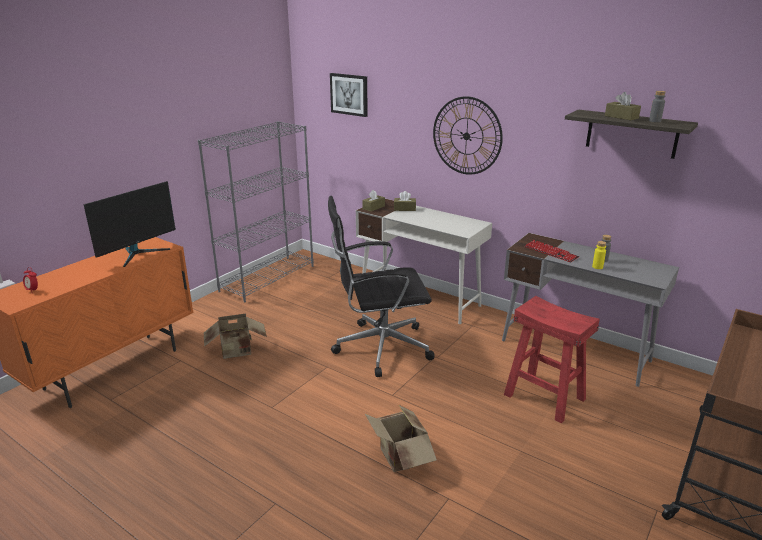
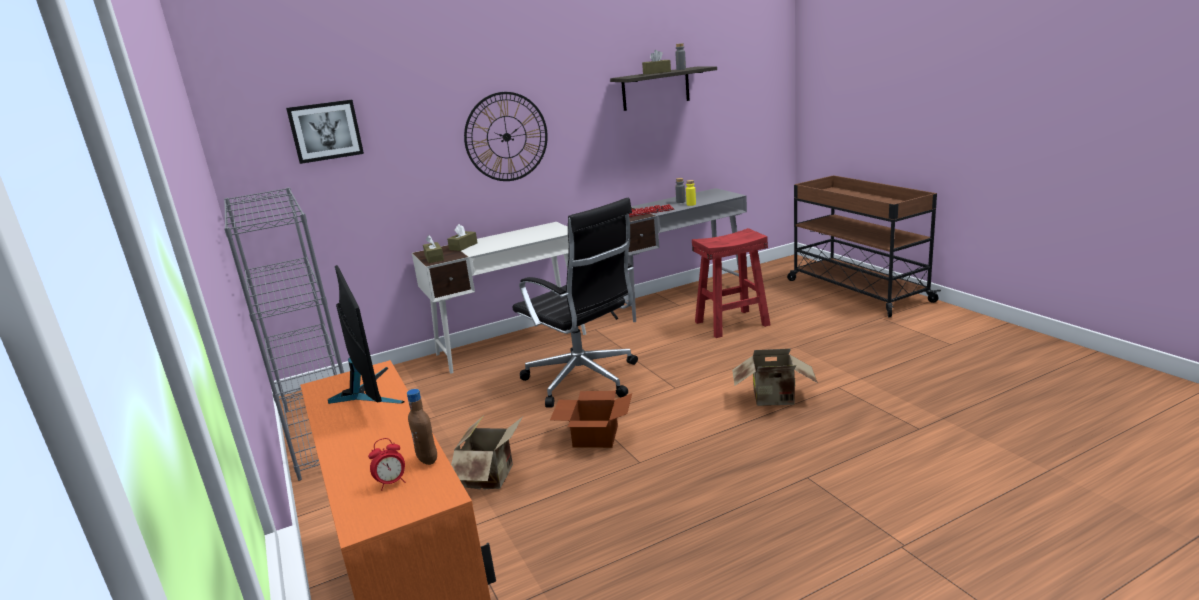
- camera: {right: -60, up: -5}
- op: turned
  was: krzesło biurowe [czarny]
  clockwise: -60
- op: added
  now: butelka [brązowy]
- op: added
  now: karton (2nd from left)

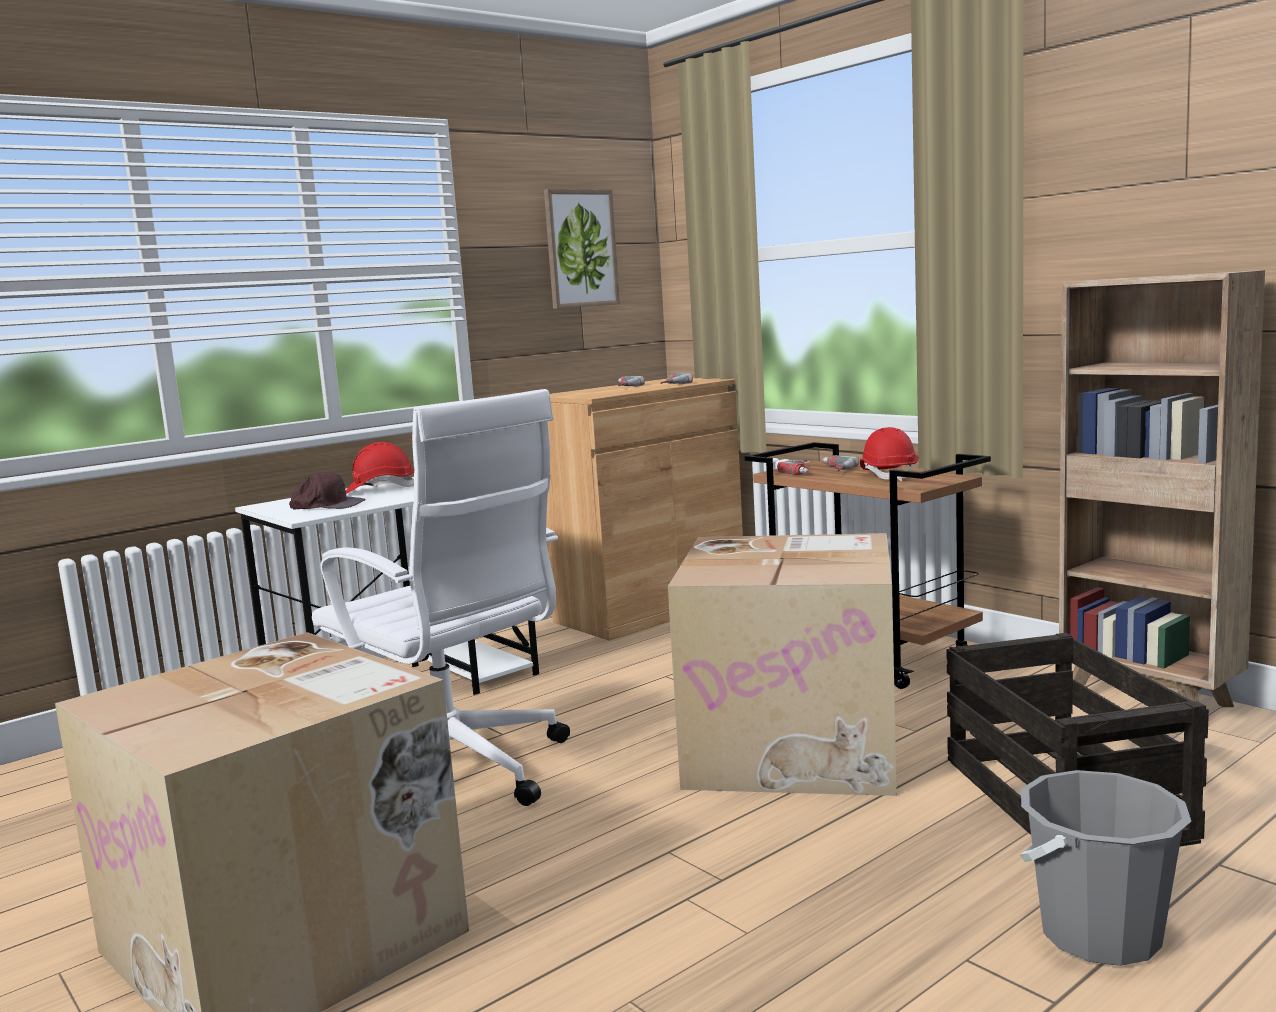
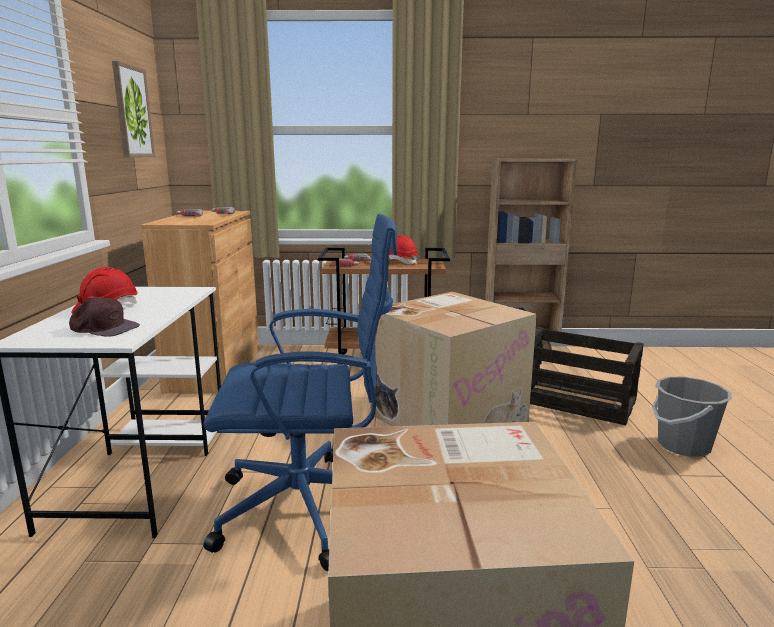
- camera: {right: -50, up: 5}
- op: recoloured
  was: krzesło biurowe [biały]
  now: krzesło biurowe [niebieski]
- op: turned
  was: czapka z daszkiem [brązowy]
  clockwise: 60

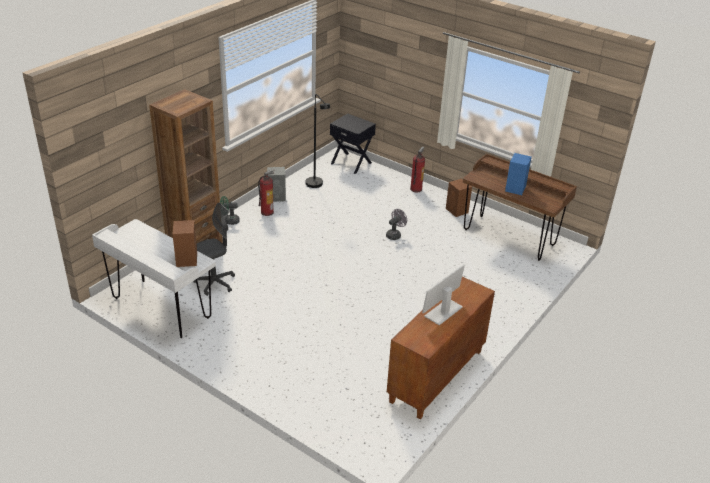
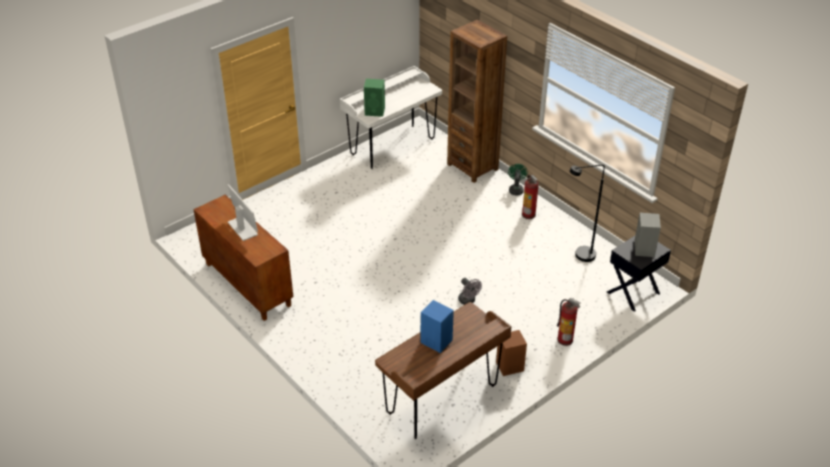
- camera: {right: 105, up: 5}
- op: moved
  was: głośnik [szary]
- op: removed
  was: krzesło biurowe [szary]
- op: recoloured
  was: głośnik [brązowy] (1st from left)
  now: głośnik [zielony]

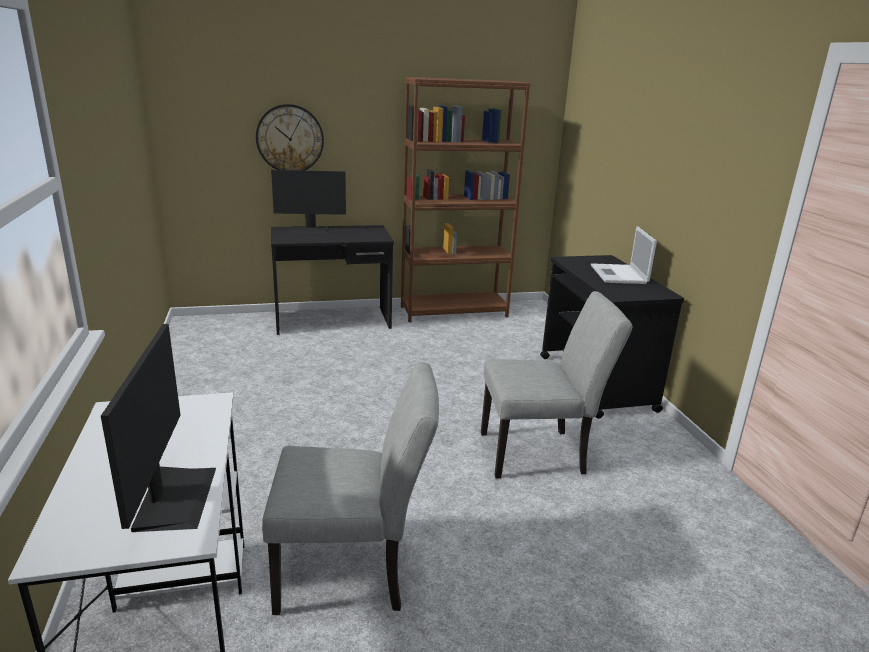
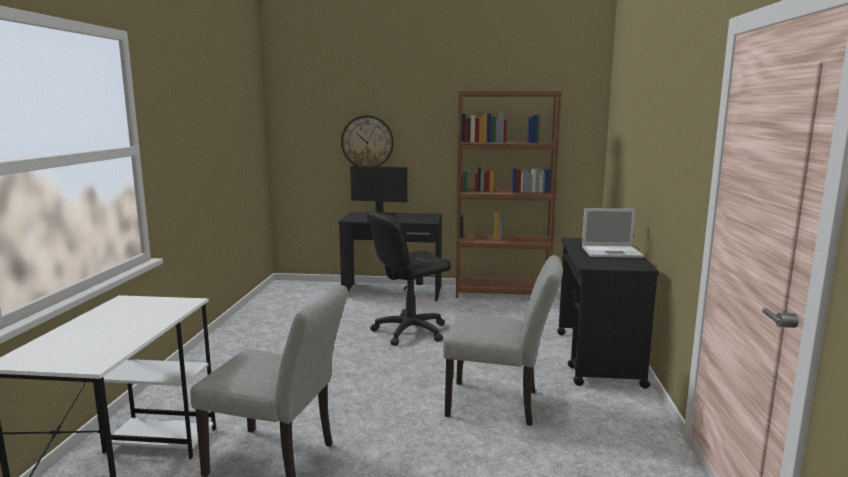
- camera: {right: 20, up: -10}
- op: turned
  was: laptop
  clockwise: -105
- op: removed
  was: monitor (1st from left)
- op: added
  now: krzesło biurowe [czarny]

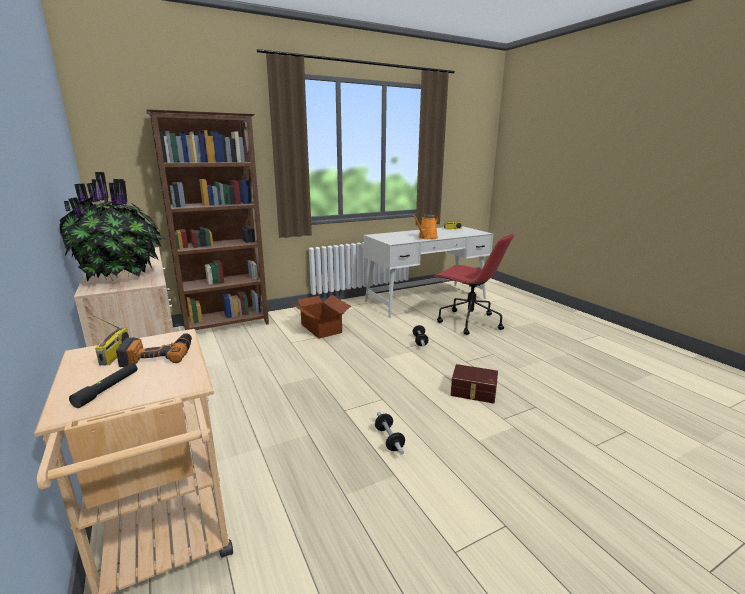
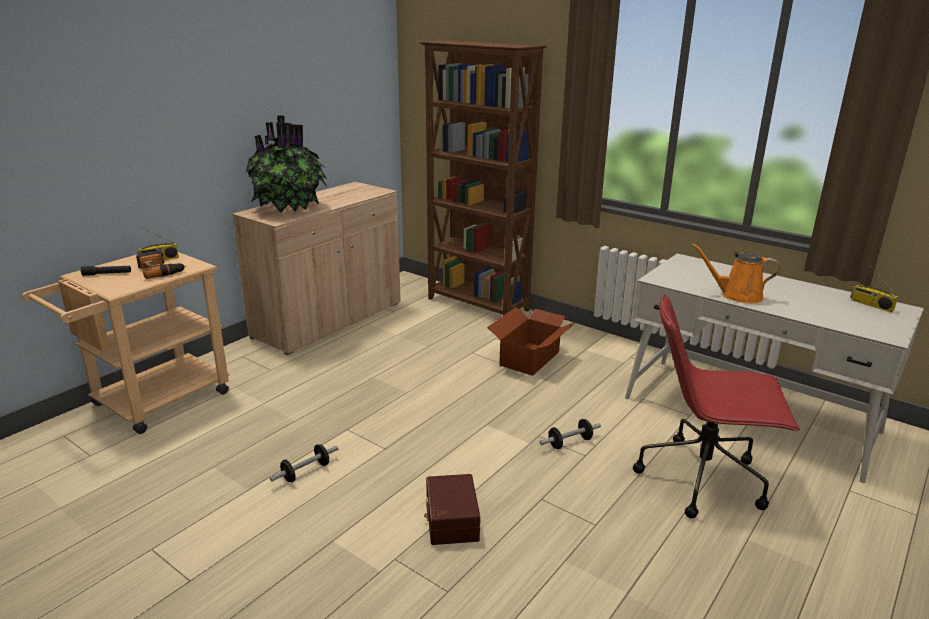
- camera: {right: 65, up: 5}
- op: turned
  was: krzesło biurowe [czerwony]
  clockwise: 90

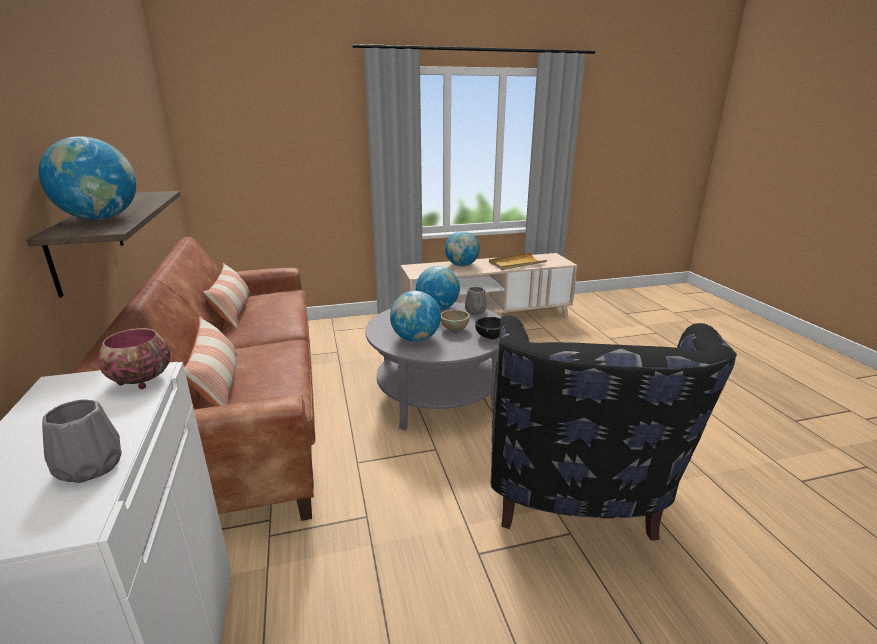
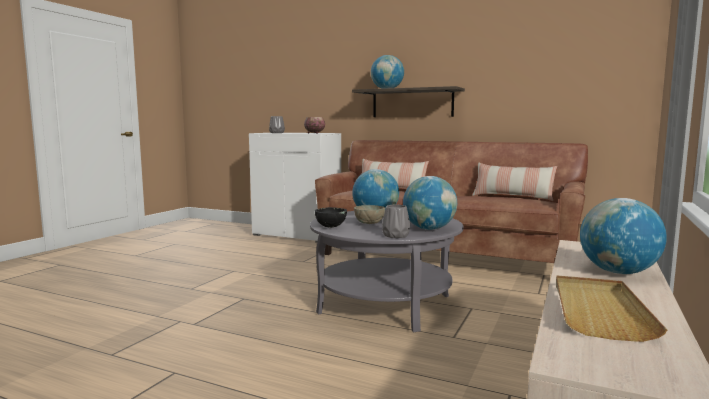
- camera: {right: 130, up: -15}
- op: removed
  was: fotel [czarny]

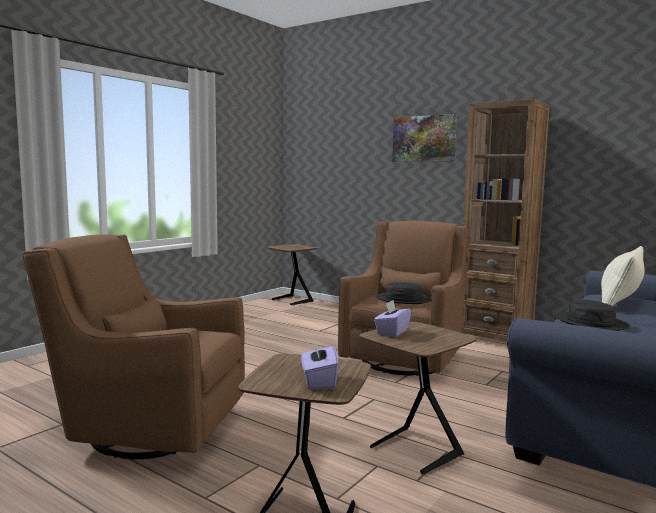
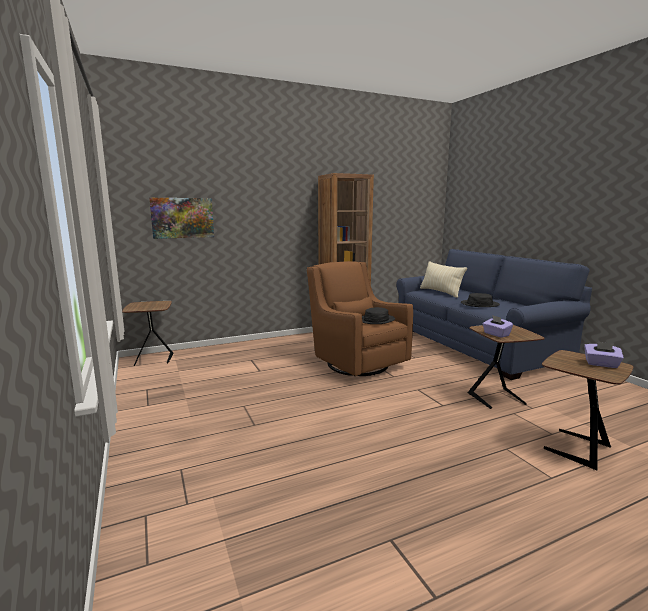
- camera: {right: -60, up: 5}
- op: moved
  was: obraz
- op: removed
  was: fotel [brązowy] (1st from left)

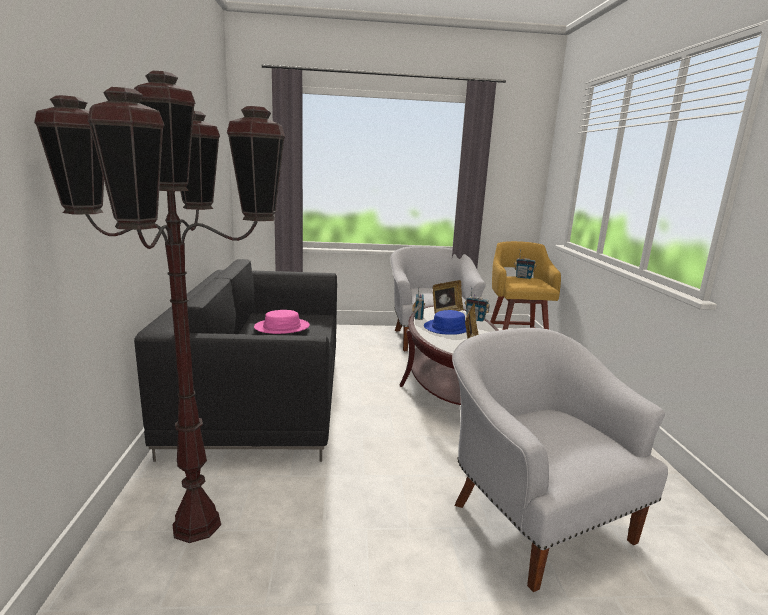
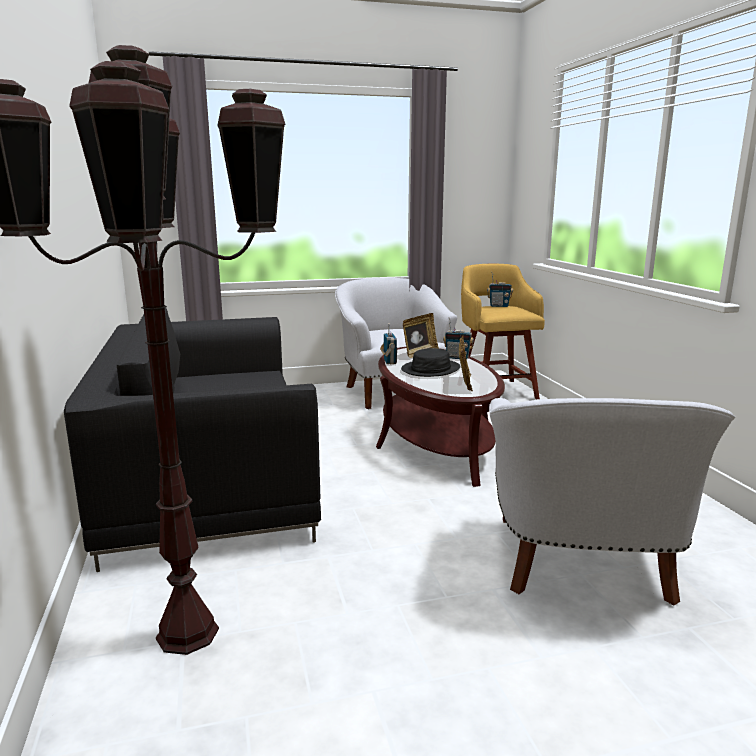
- camera: {right: -10, up: 0}
- op: removed
  was: kapelusz [różowy]
- op: recoloured
  was: kapelusz [niebieski]
  now: kapelusz [czarny]
- op: turned
  was: fotel [biały] (2nd from left)
  clockwise: -135

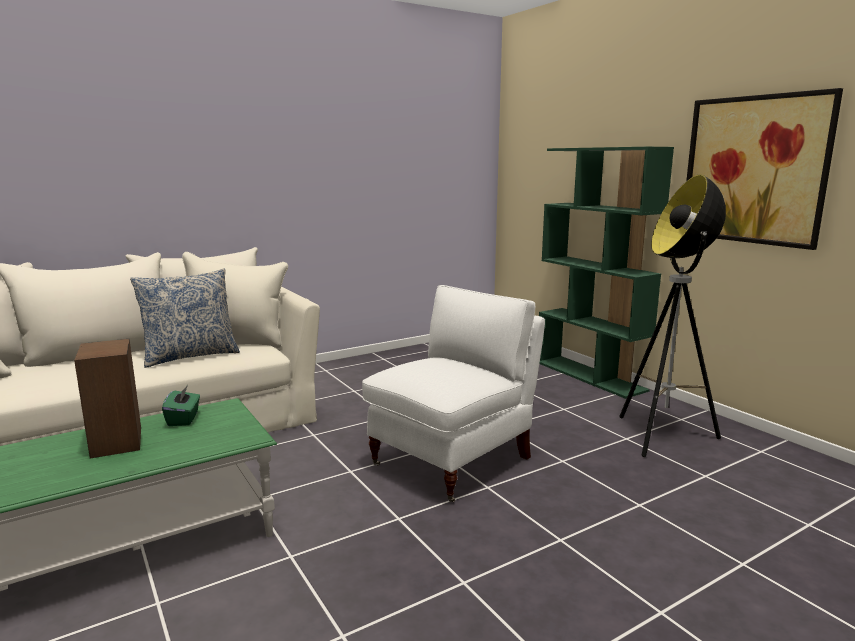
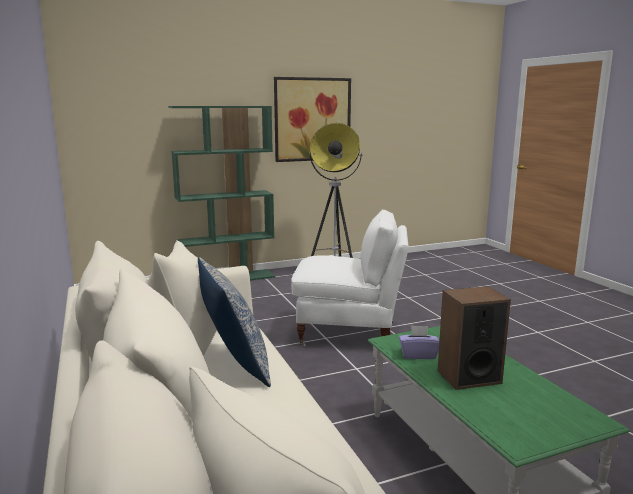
- camera: {right: -80, up: 0}
- op: turned
  was: fotel [biały]
  clockwise: 135
- op: recoloured
  was: pudełko chusteczek [zielony]
  now: pudełko chusteczek [fioletowy]

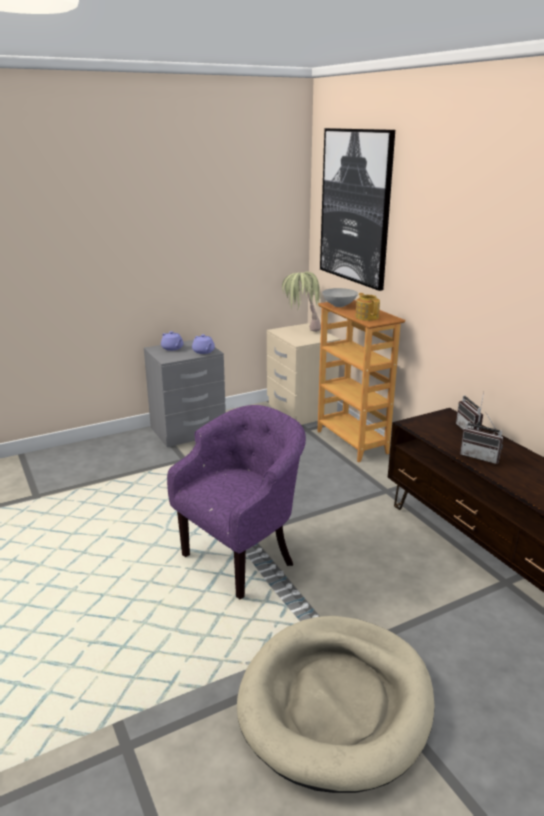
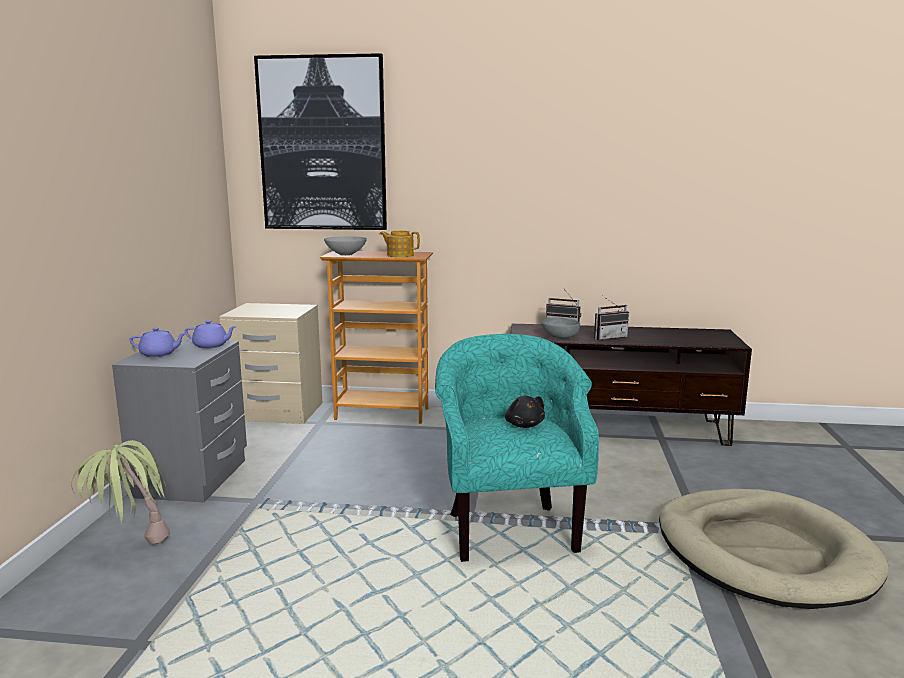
- camera: {right: -55, up: -10}
- op: moved
  was: roślina doniczkowa
- op: recoloured
  was: fotel [fioletowy]
  now: fotel [turkusowy]
- op: added
  now: miska [szary] (2nd from left)
- op: added
  now: pluszak [czarny]

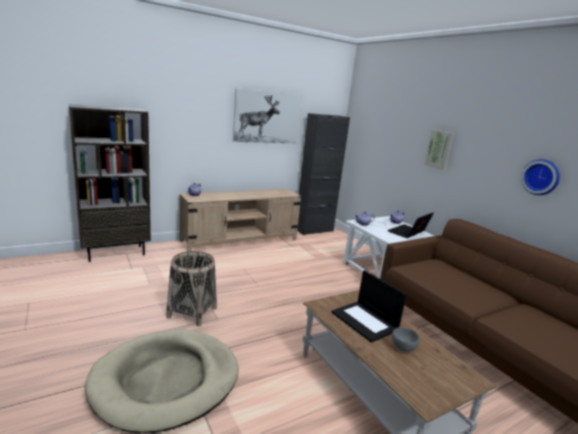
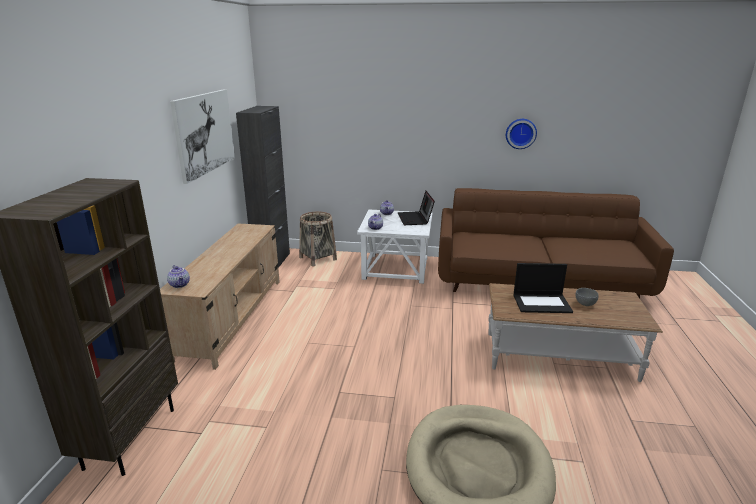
- camera: {right: -50, up: 5}
- op: removed
  was: obraz (2nd from left)
- op: moved
  was: koszyk

